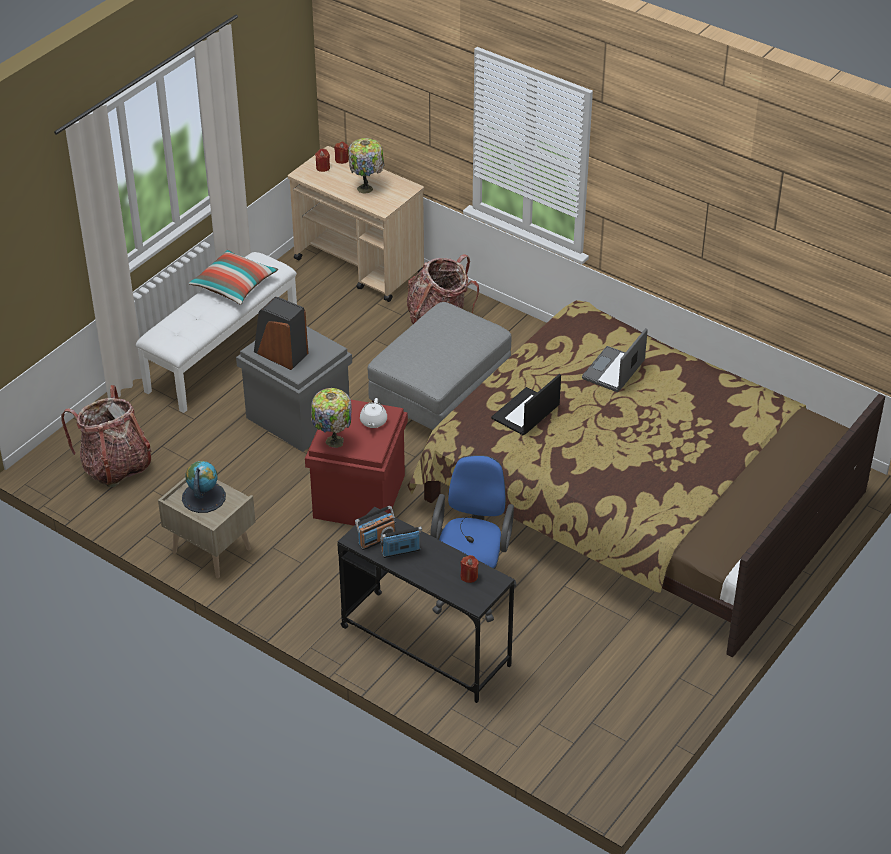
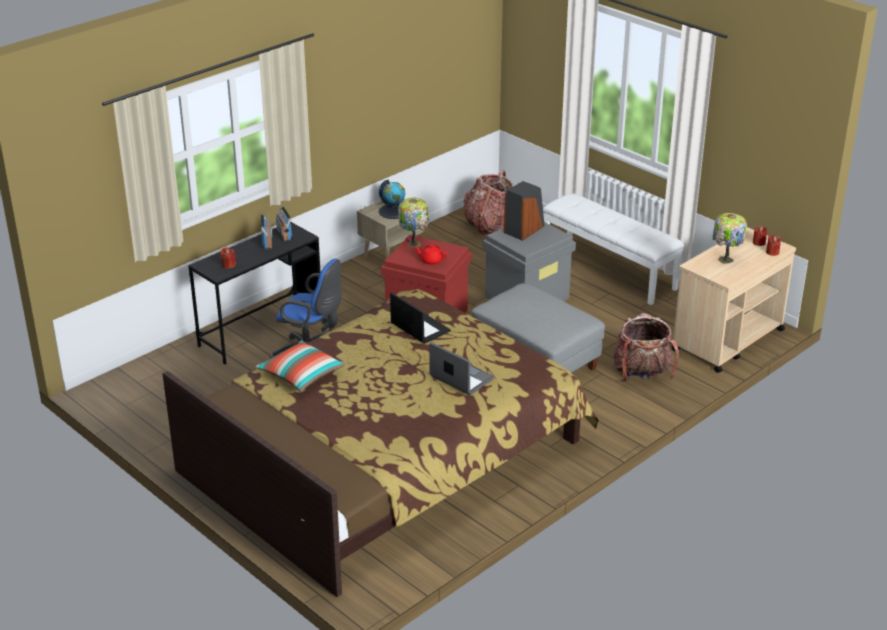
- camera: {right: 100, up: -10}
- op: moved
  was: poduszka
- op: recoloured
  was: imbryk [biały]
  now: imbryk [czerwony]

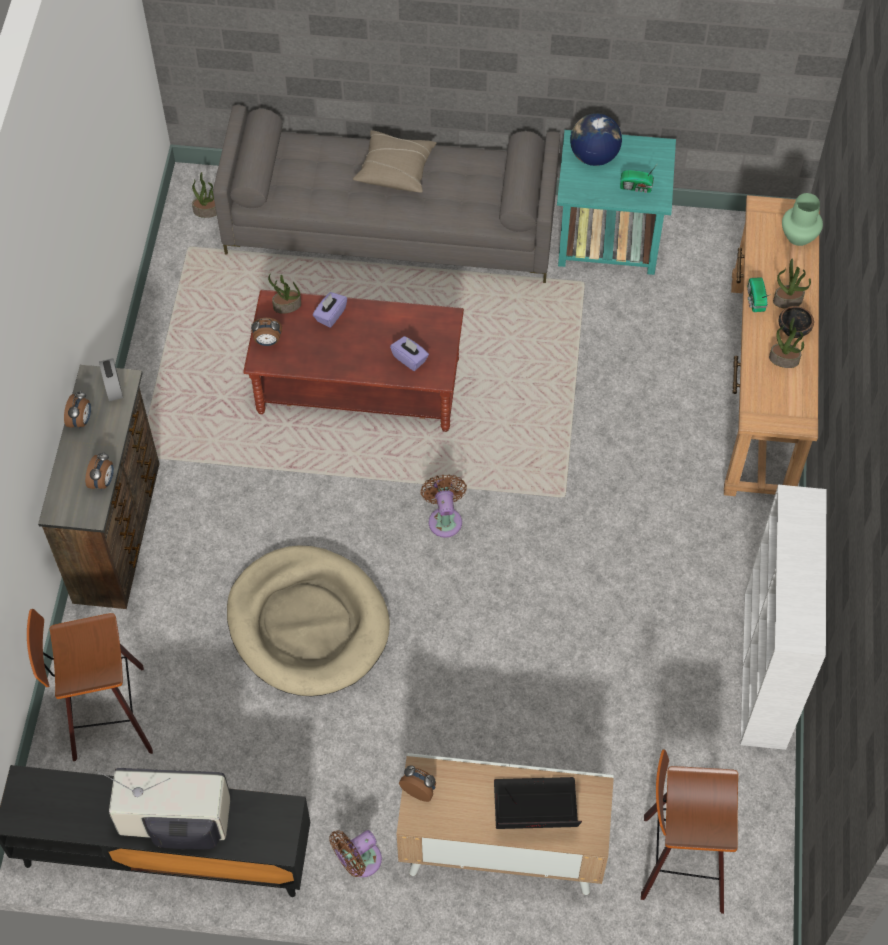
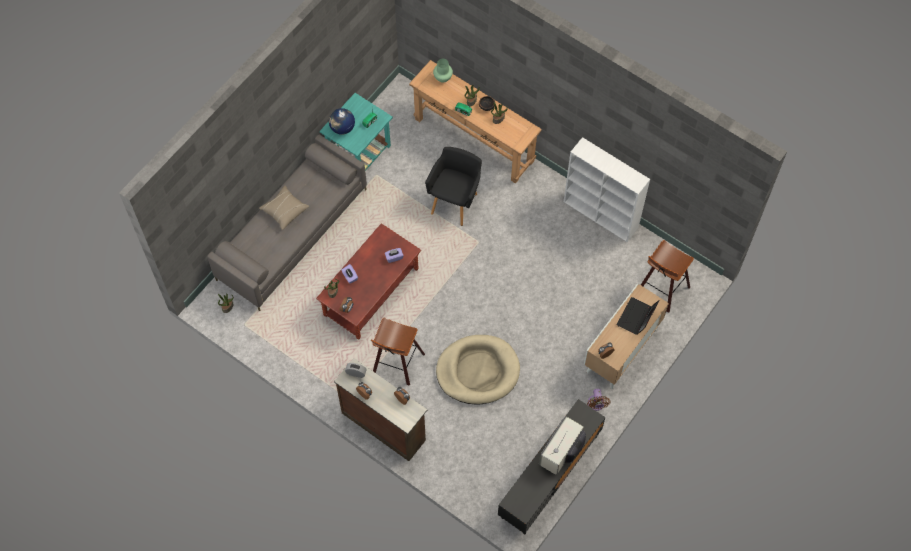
- camera: {right: -60, up: 5}
- op: removed
  was: wentylator [brązowy] (2nd from left)
- op: moved
  was: stołek (1st from left)
- op: added
  now: fotel [czarny]

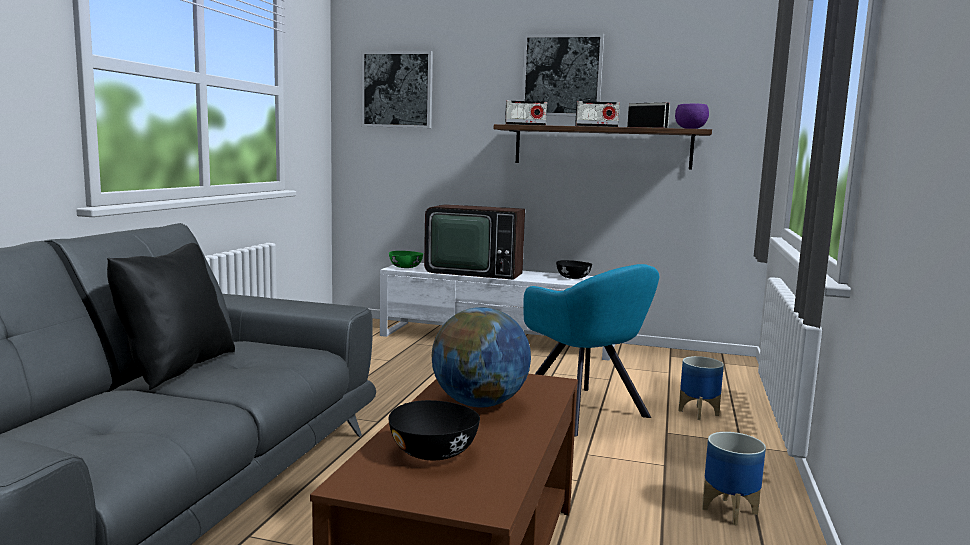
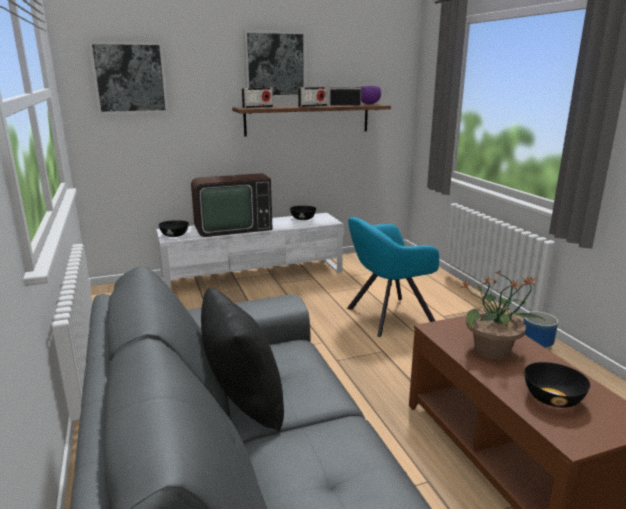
- camera: {right: -35, up: 10}
- op: recoloured
  was: miska [zielony]
  now: miska [czarny] (1st from left)
- op: turned
  was: fotel [turkusowy]
  clockwise: 135
- op: replaced
  was: globus
  now: roślina doniczkowa
- op: removed
  was: donica (1st from left)

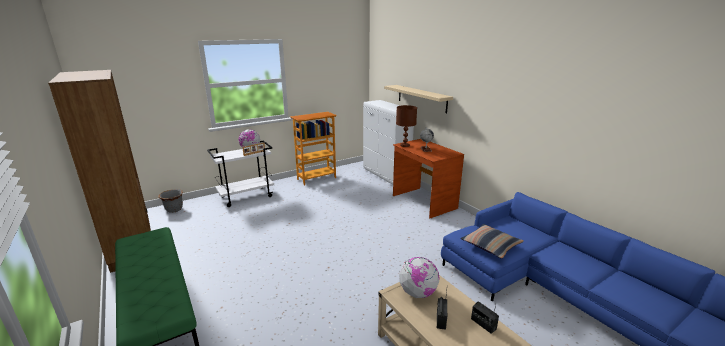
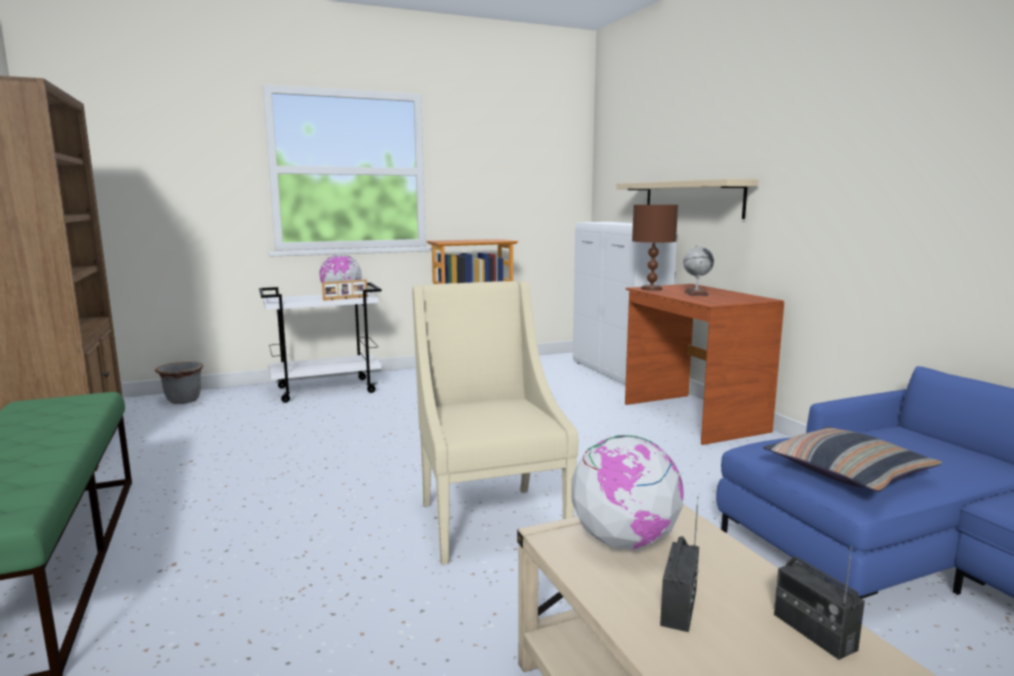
- camera: {right: 10, up: -10}
- op: added
  now: fotel [beżowy]

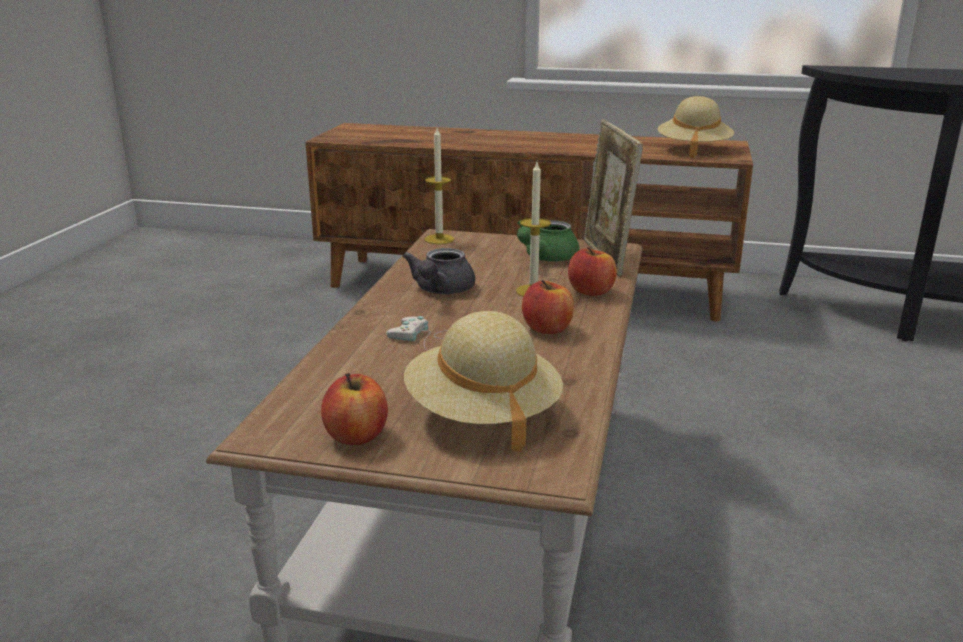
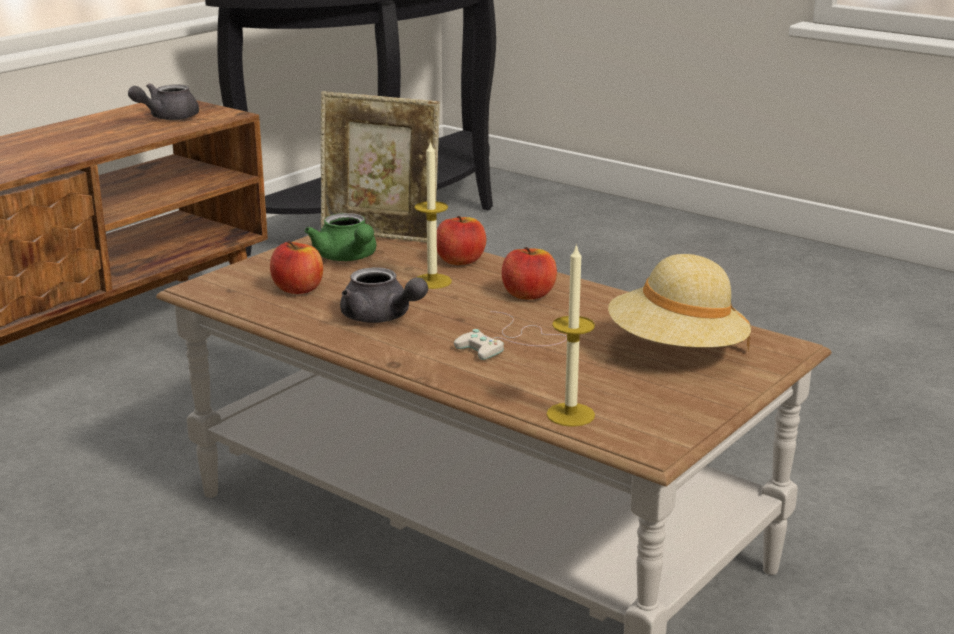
- camera: {right: -65, up: 0}
- op: replaced
  was: kapelusz [beżowy] (2nd from left)
  now: imbryk [szary] (1st from left)
- op: moved
  was: świeca (1st from left in the first image)
  now: świeca (2nd from left)
- op: moved
  was: jabłko (1st from left)

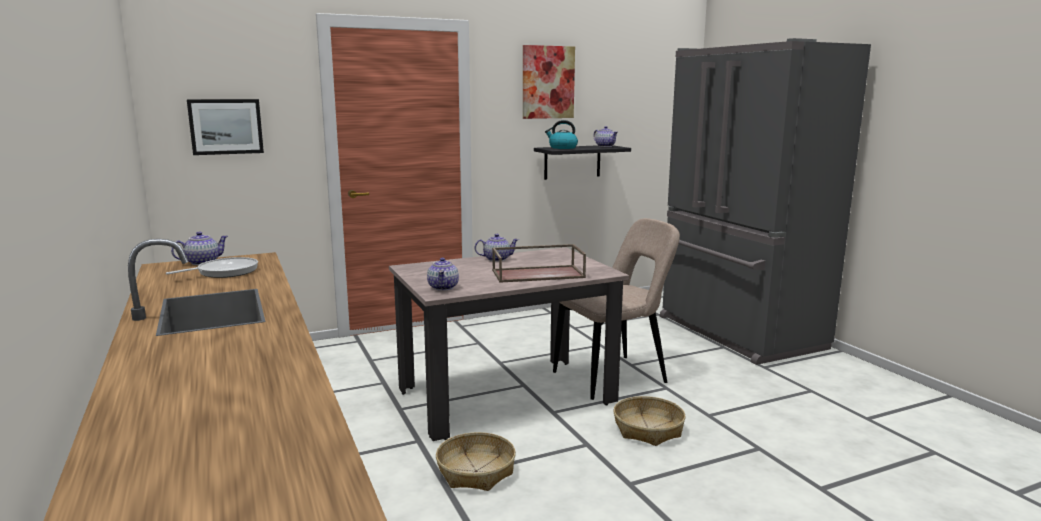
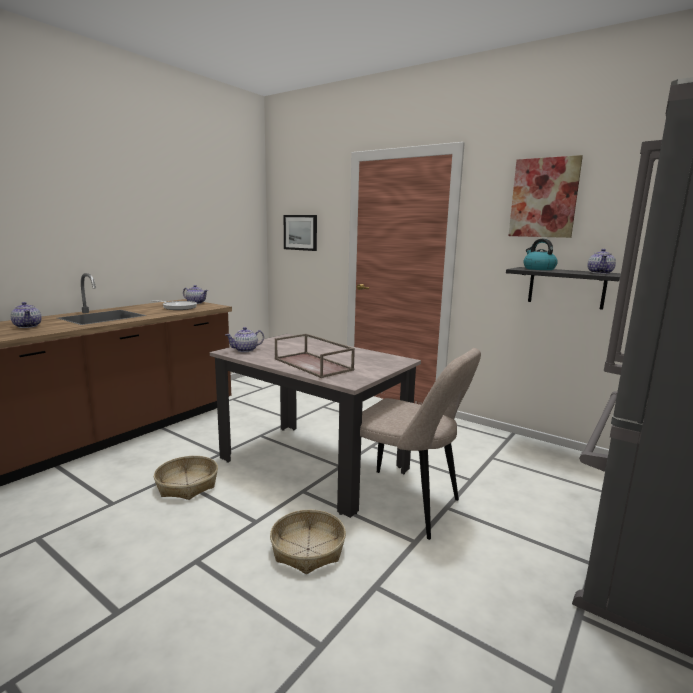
- camera: {right: 60, up: 0}
- op: moved
  was: imbryk (3rd from left in the first image)
  now: imbryk (1st from left)

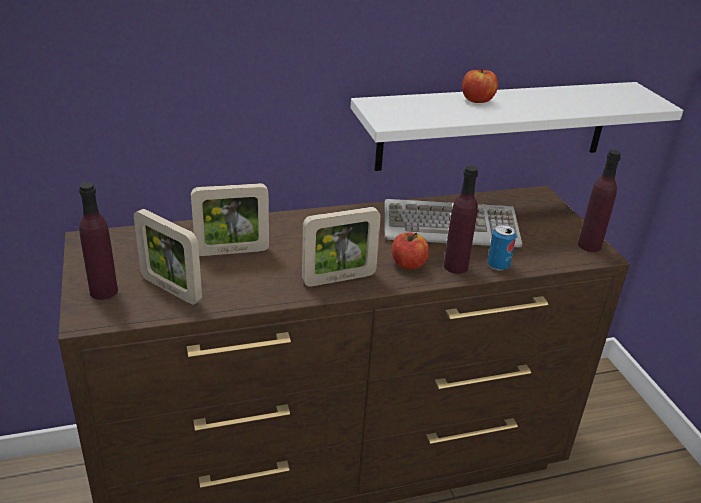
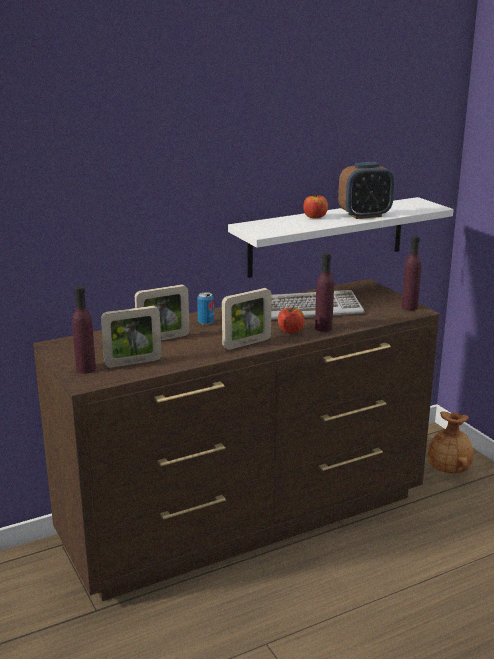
- camera: {right: -10, up: -10}
- op: turned
  was: ramka na zdjęcie (1st from left)
  clockwise: -45
- op: moved
  was: puszka
- op: added
  now: budzik
- op: added
  now: wazon [brązowy]

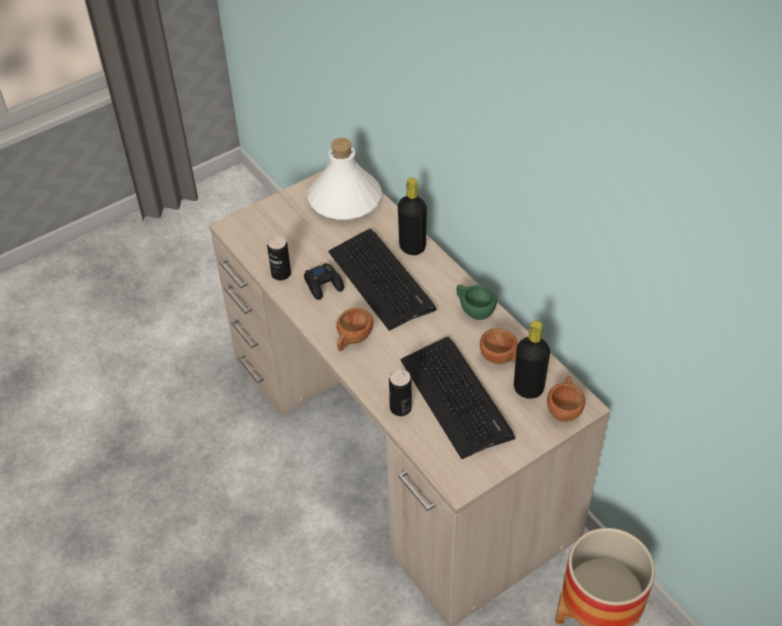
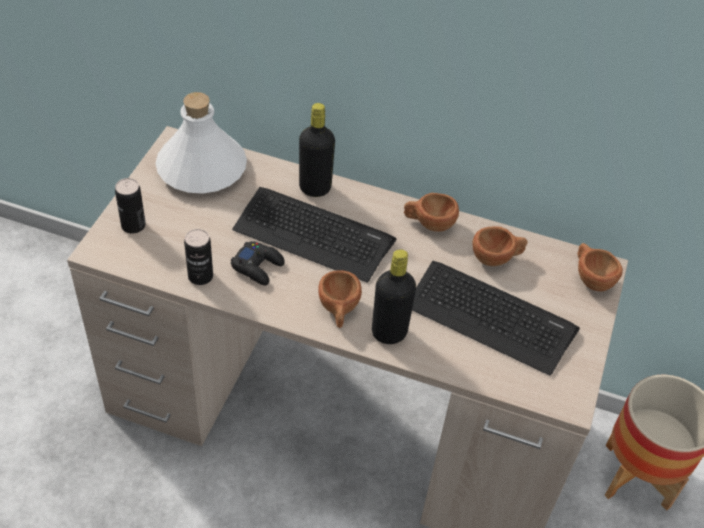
- camera: {right: -40, up: 0}
- op: recoloured
  was: filiżanka [zielony]
  now: filiżanka [brązowy] (2nd from left)
- op: moved
  was: butelka [czarny] (2nd from left)
- op: moved
  was: puszka (2nd from left in the first image)
  now: puszka (1st from left)

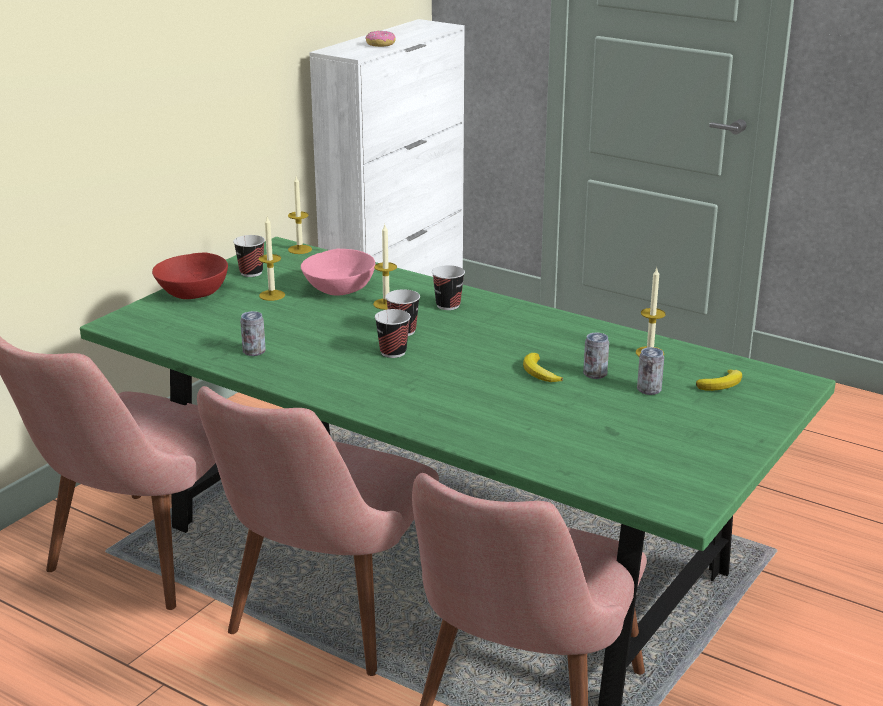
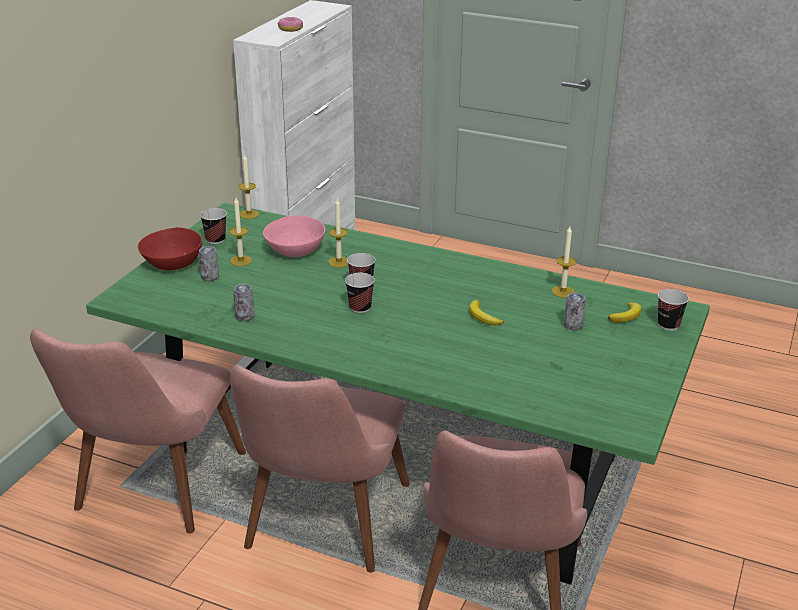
- camera: {right: -10, up: 5}
- op: moved
  was: filiżanka (4th from left)
- op: moved
  was: puszka (2nd from left in the first image)
  now: puszka (1st from left)

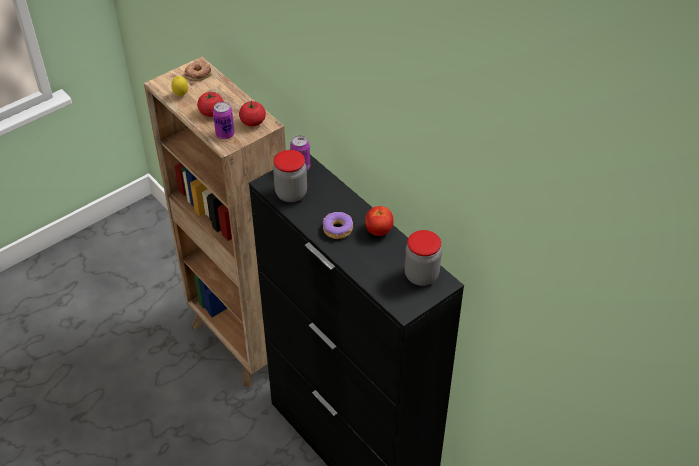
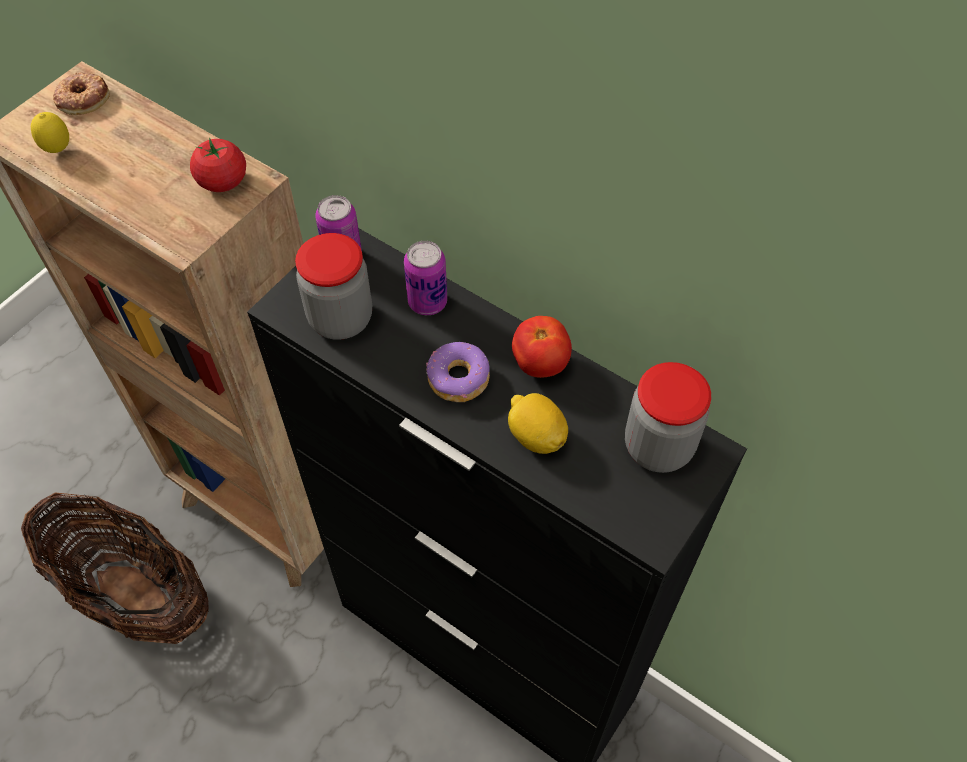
- camera: {right: -15, up: 10}
- op: removed
  was: pomidor (1st from left)
- op: moved
  was: puszka (1st from left in the first image)
  now: puszka (2nd from left)
- op: added
  now: cytryna (2nd from left)
- op: added
  now: koszyk

